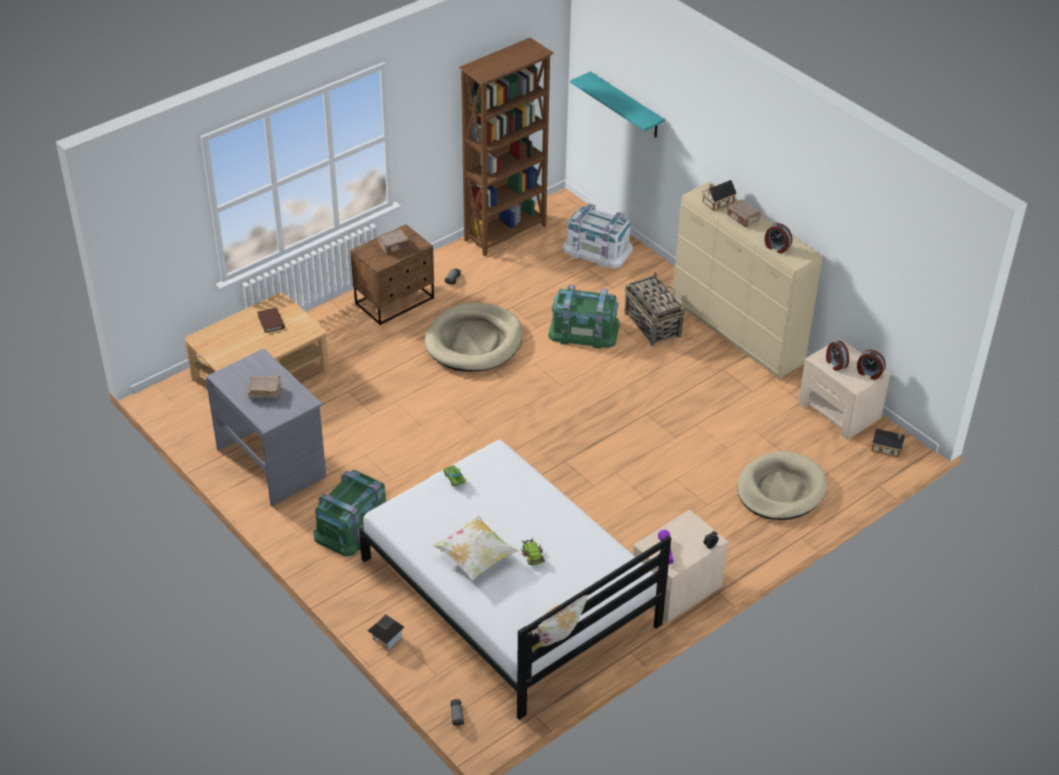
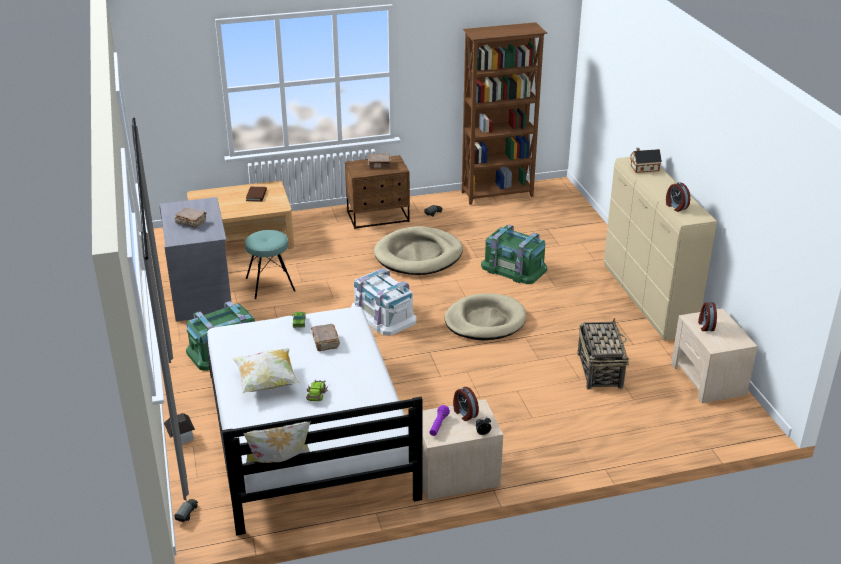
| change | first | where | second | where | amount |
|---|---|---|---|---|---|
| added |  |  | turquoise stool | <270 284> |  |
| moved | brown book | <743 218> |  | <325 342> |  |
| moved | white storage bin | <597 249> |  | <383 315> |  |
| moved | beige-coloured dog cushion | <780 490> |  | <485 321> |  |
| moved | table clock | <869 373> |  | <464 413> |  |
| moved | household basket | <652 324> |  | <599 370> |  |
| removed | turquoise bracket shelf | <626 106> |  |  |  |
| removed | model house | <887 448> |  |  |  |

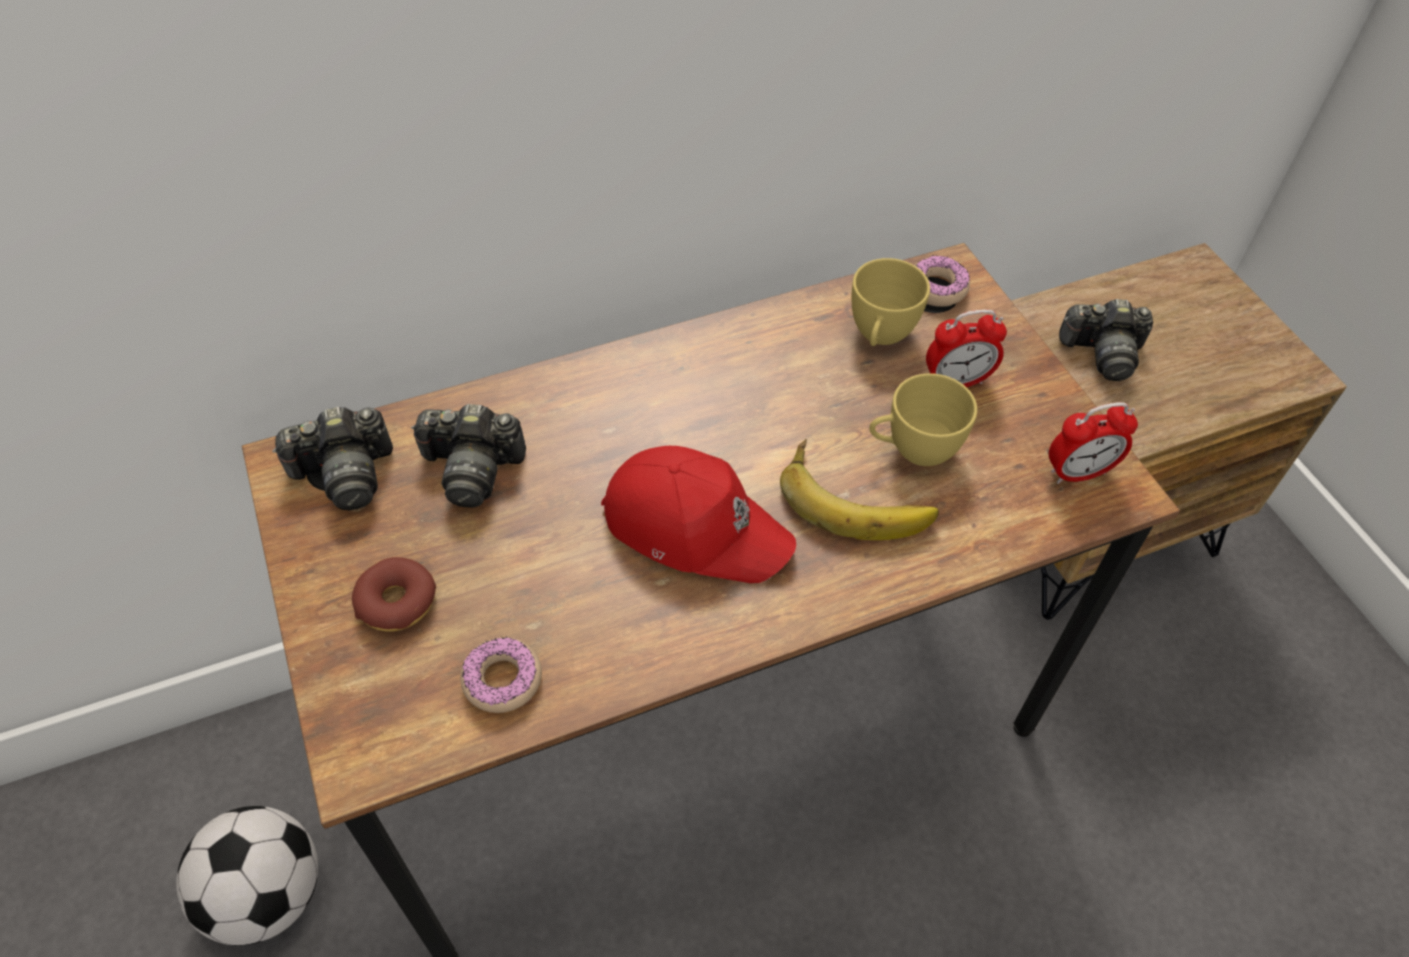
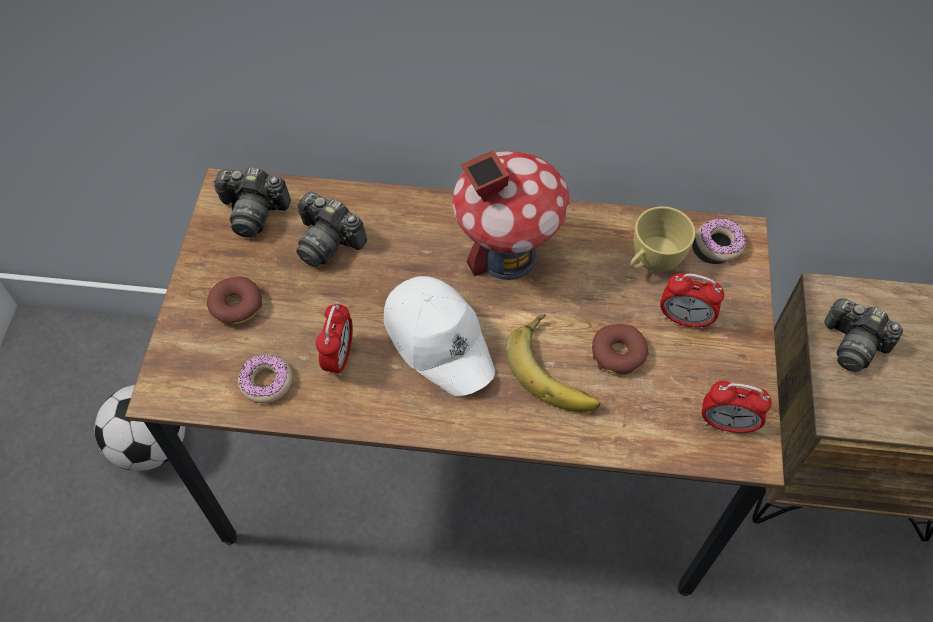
| change | first | where | second | where | amount |
|---|---|---|---|---|---|
| added |  |  | table clock | <339 357> |  |
| recoloured | red baseball cap | <695 525> | white baseball cap | <439 339> |  |
| added |  |  | model house | <506 255> |  |
| replaced | yellow-coloured drinking cup | <913 449> | donut | <618 354> |  |

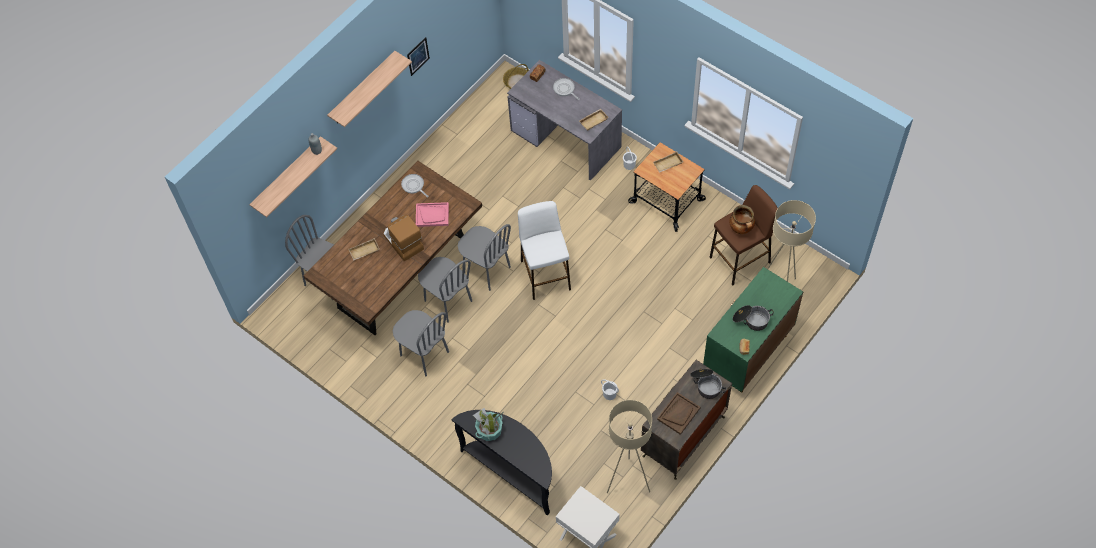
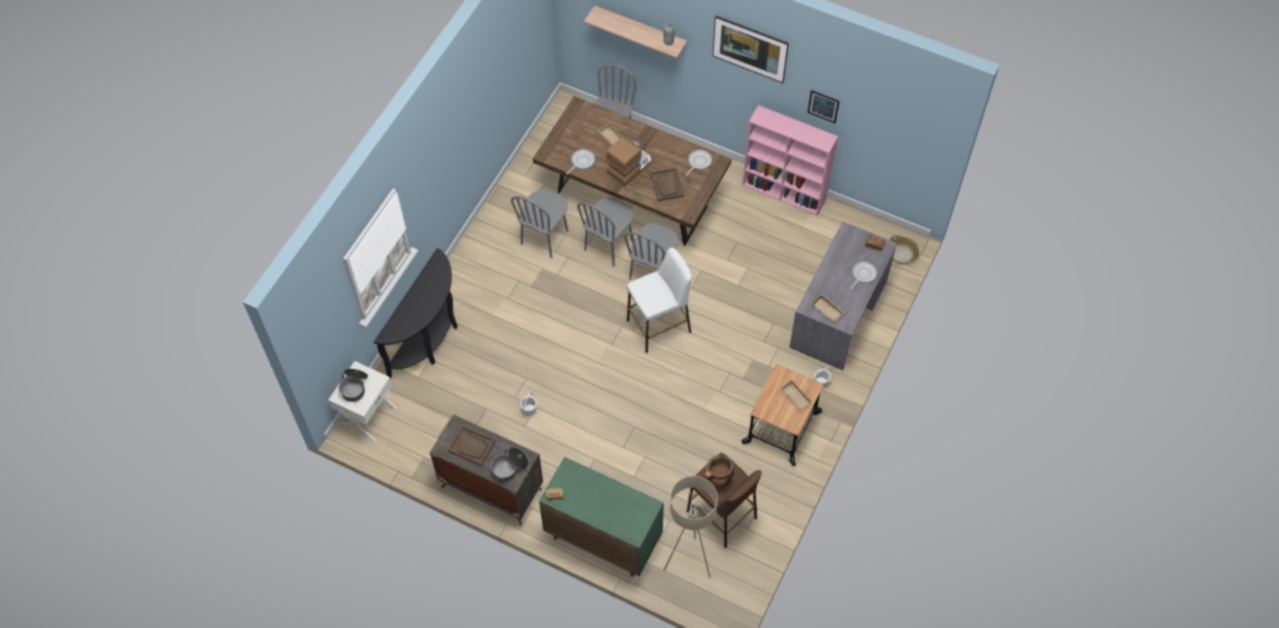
| change | first | where | second | where | amount |
|---|---|---|---|---|---|
| moved | stockpot | <751 320> |  | <355 387> |  |
| added |  |  | frying pan | <581 161> |  |
| recoloured | pink-coloured tray | <432 215> | brown tray | <667 185> |  |
| replaced | bracket shelf | <363 89> | picture | <749 58> |  |
| added |  |  | pink-coloured bookshelf | <785 192> |  |
| removed | potted plant | <489 430> |  |  |  |
| removed | beige-coloured standing lamp | <627 481> |  |  |  |

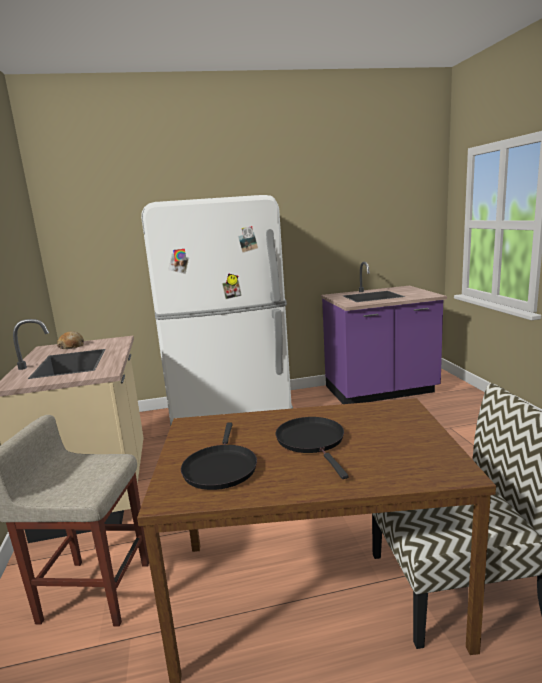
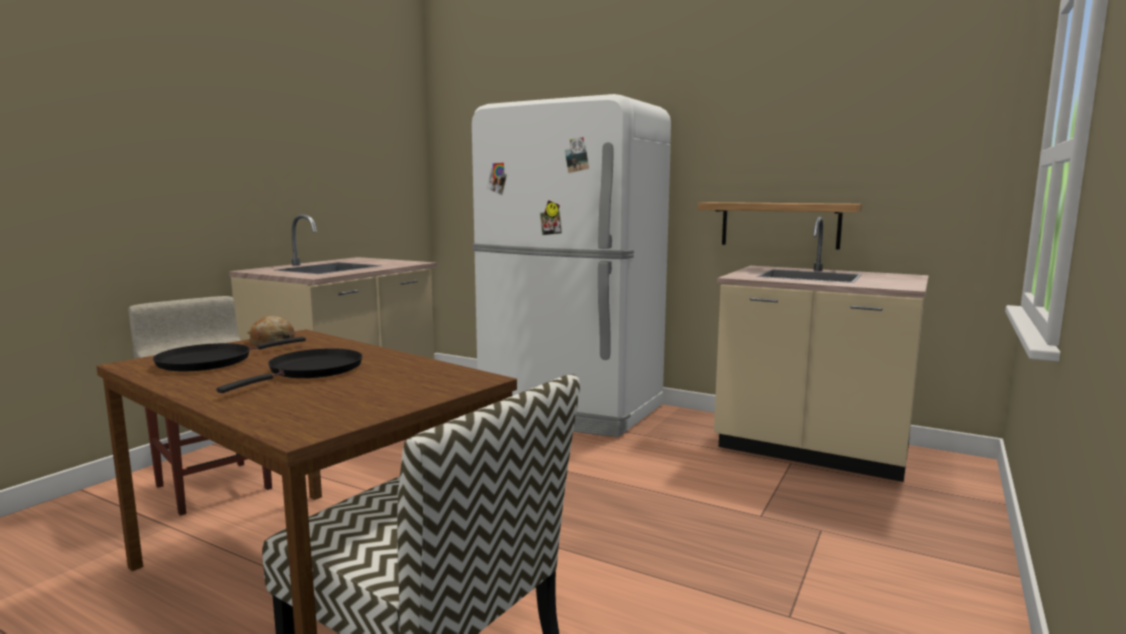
| change | first | where | second | where | amount |
|---|---|---|---|---|---|
| moved | bakery bread | <71 346> |  | <271 341> |  |
| added |  |  | bracket shelf | <780 225> |  |
| recoloured | purple-coloured kitchen counter | <381 391> | beige-coloured kitchen counter | <811 450> |  |

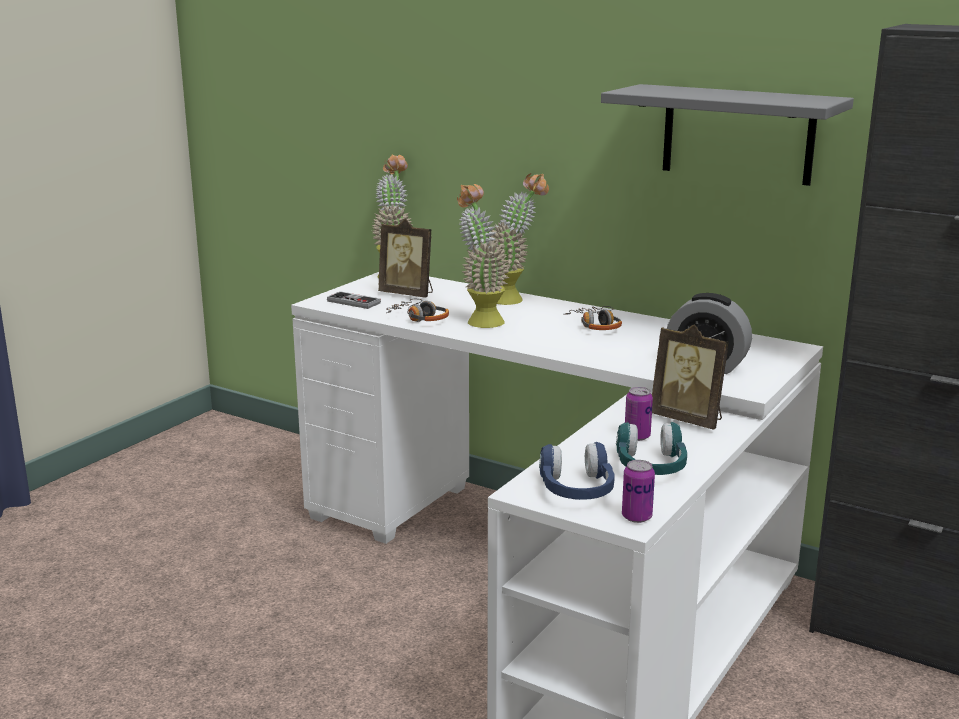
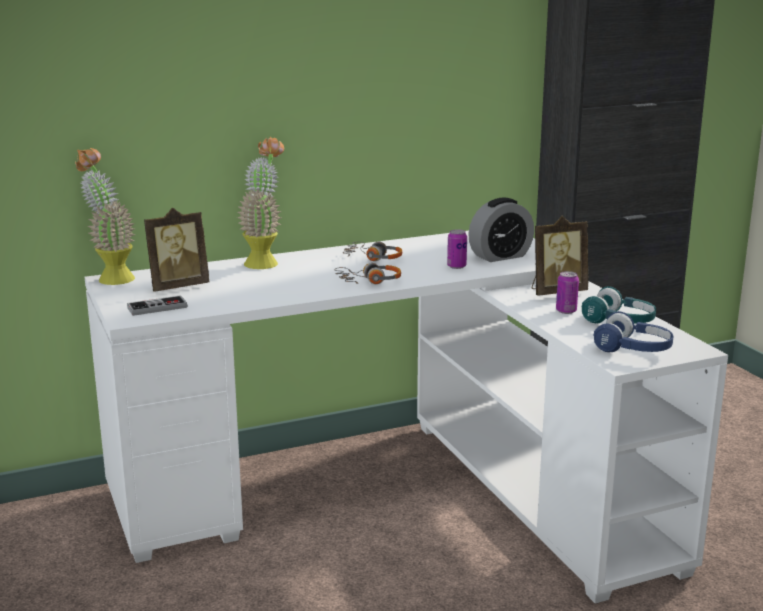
| change | first | where | second | where | amount |
|---|---|---|---|---|---|
| moved | headphones | <419 318> |  | <369 281> |  |
| moved | can | <636 517> |  | <456 266> |  |
| removed | potted plant | <480 320> |  |  |  |
| removed | grey bracket shelf | <737 134> |  |  |  |

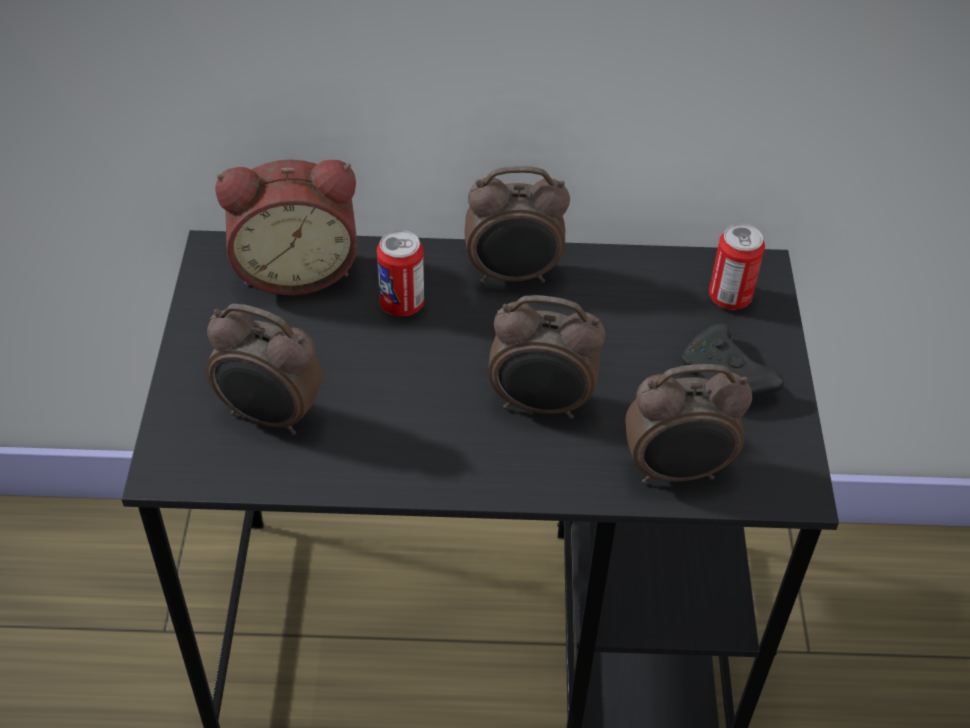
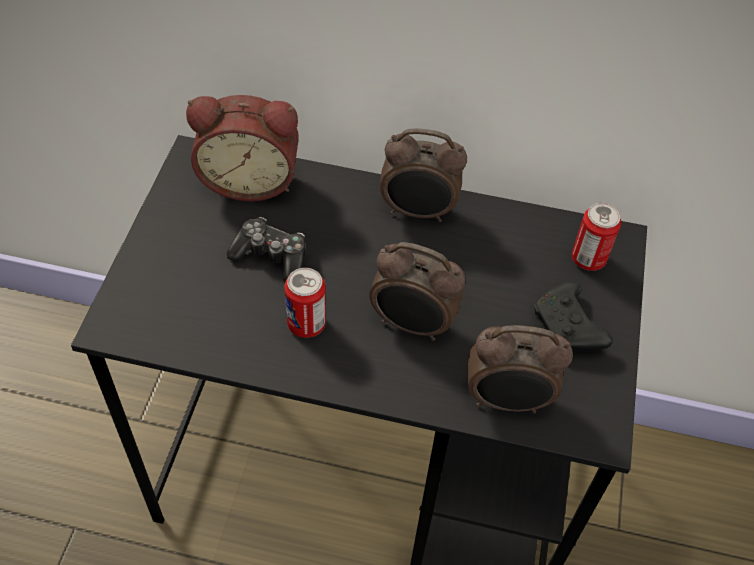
| change | first | where | second | where | amount |
|---|---|---|---|---|---|
| added |  |  | game controller | <271 257> |  |
| moved | can | <401 304> |  | <306 324> |  |
| removed | table clock | <270 416> |  |  |  |

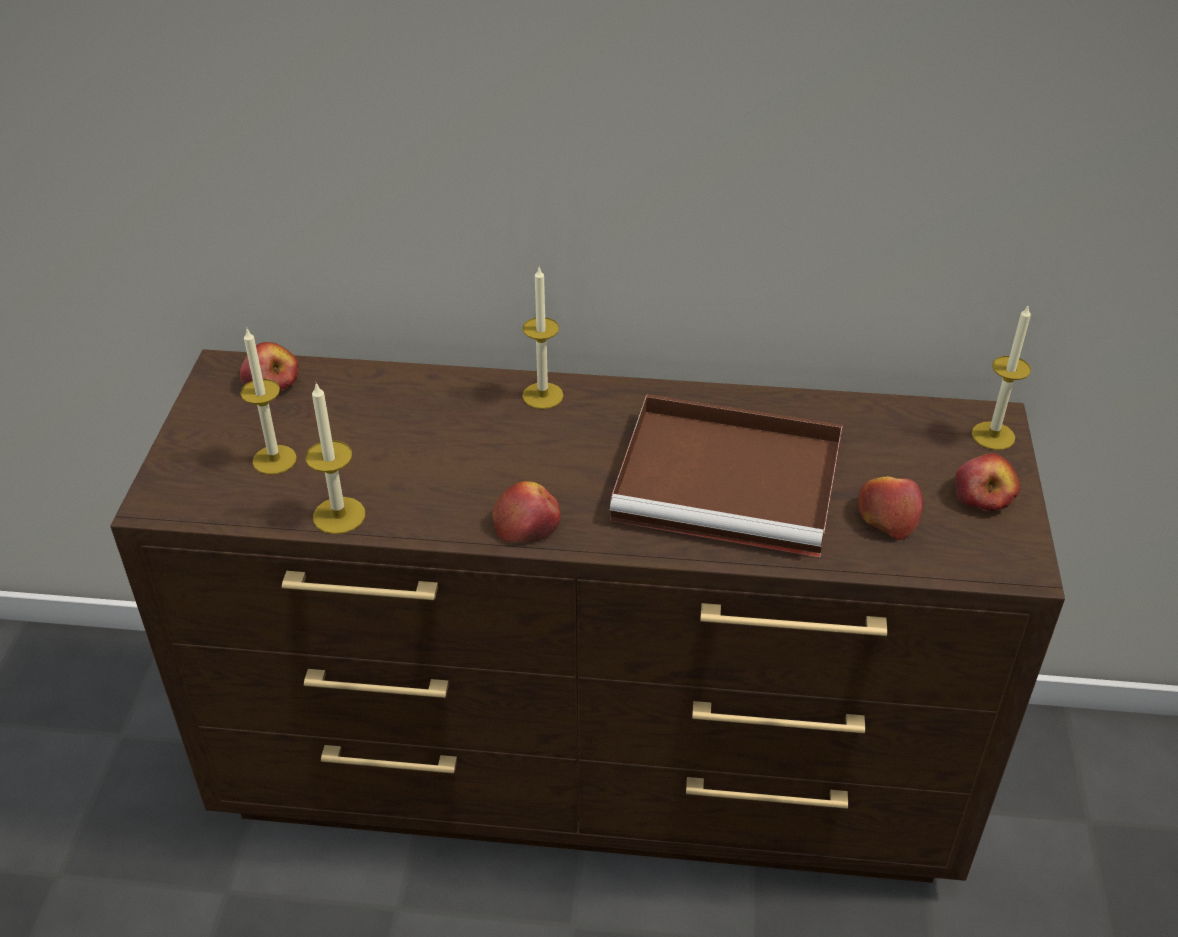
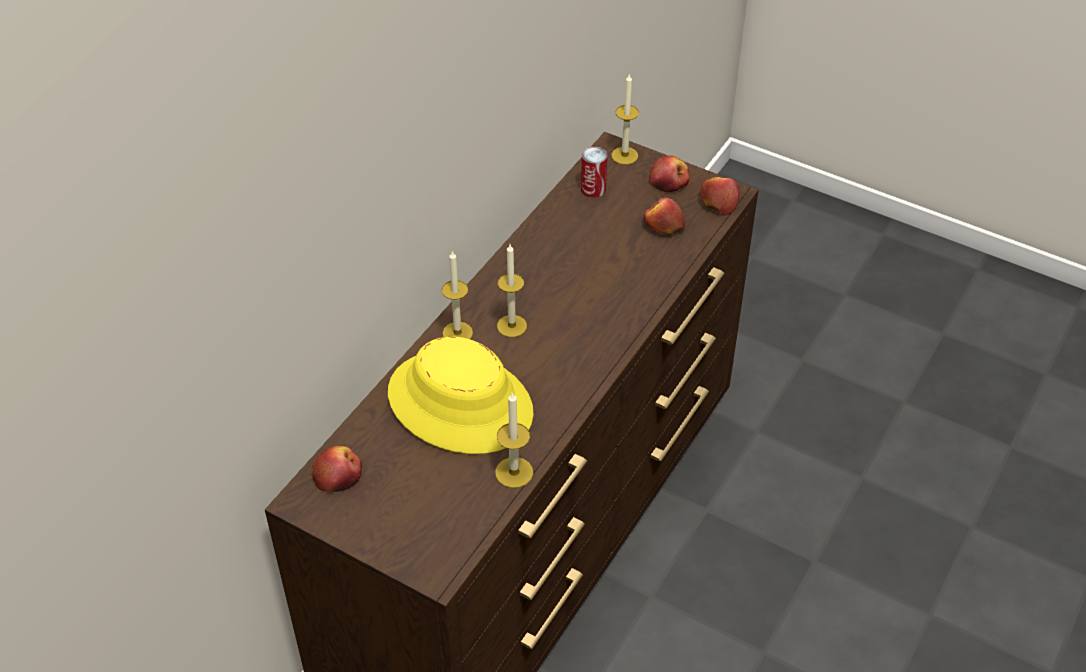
| change | first | where | second | where | amount |
|---|---|---|---|---|---|
| added |  |  | yellow-coloured wearable hat | <460 403> |  |
| moved | wax candle | <274 460> |  | <511 326> |  |
| added |  |  | can | <593 189> |  |
| moved | apple fruit | <527 523> |  | <718 202> |  |
| removed | brown tray | <733 482> |  |  |  |

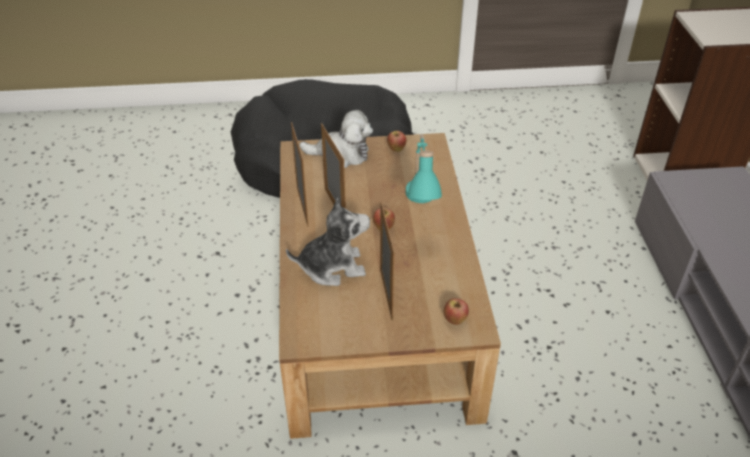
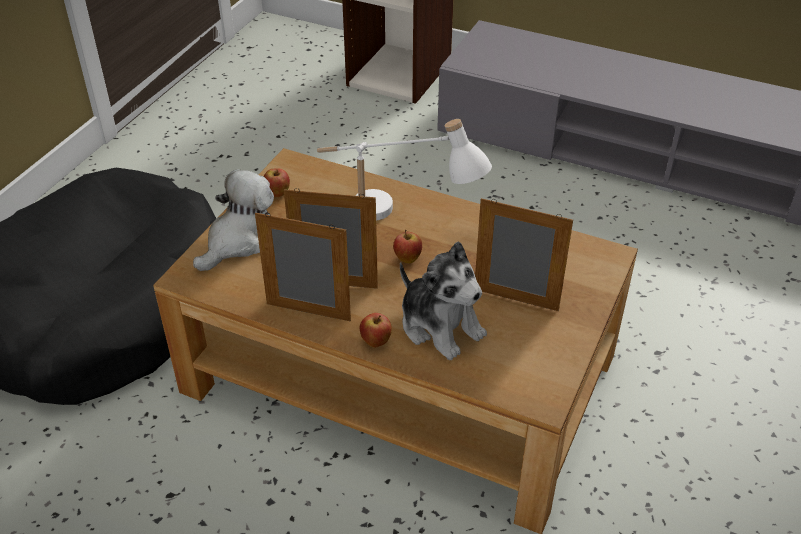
| change | first | where | second | where | amount |
|---|---|---|---|---|---|
| recoloured | turquoise table lamp | <420 208> | white table lamp | <398 218> |  |
| moved | apple fruit | <455 320> |  | <376 342> |  |
| turned | cuddly toy | <332 267> |  | <440 326> | 120 degrees clockwise |

